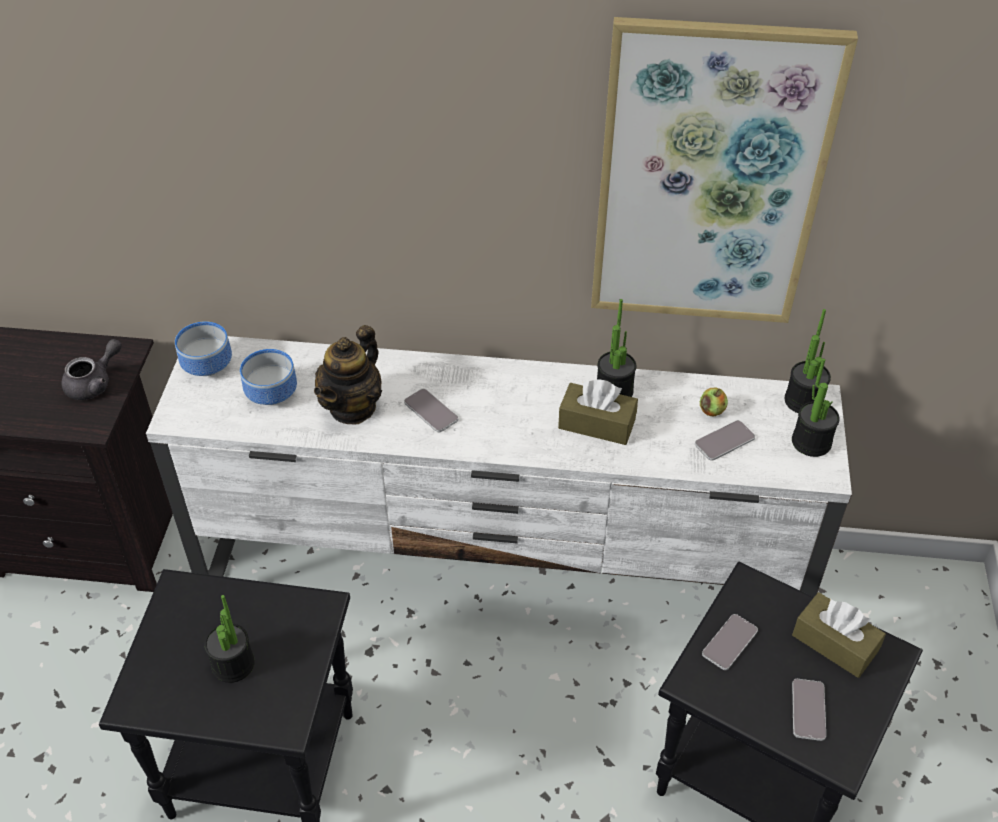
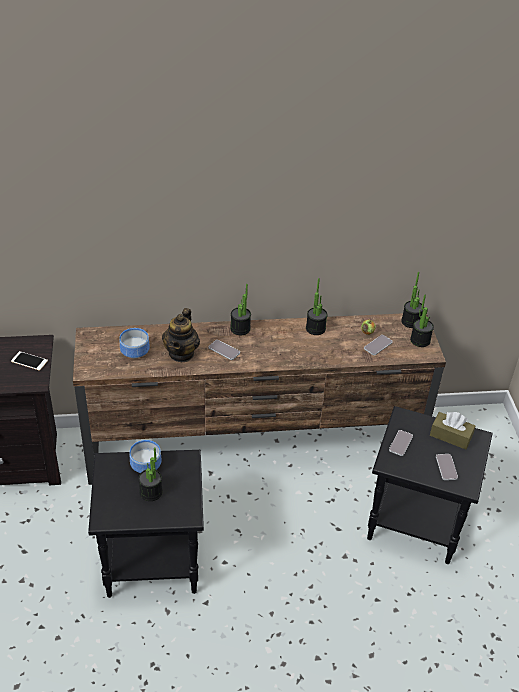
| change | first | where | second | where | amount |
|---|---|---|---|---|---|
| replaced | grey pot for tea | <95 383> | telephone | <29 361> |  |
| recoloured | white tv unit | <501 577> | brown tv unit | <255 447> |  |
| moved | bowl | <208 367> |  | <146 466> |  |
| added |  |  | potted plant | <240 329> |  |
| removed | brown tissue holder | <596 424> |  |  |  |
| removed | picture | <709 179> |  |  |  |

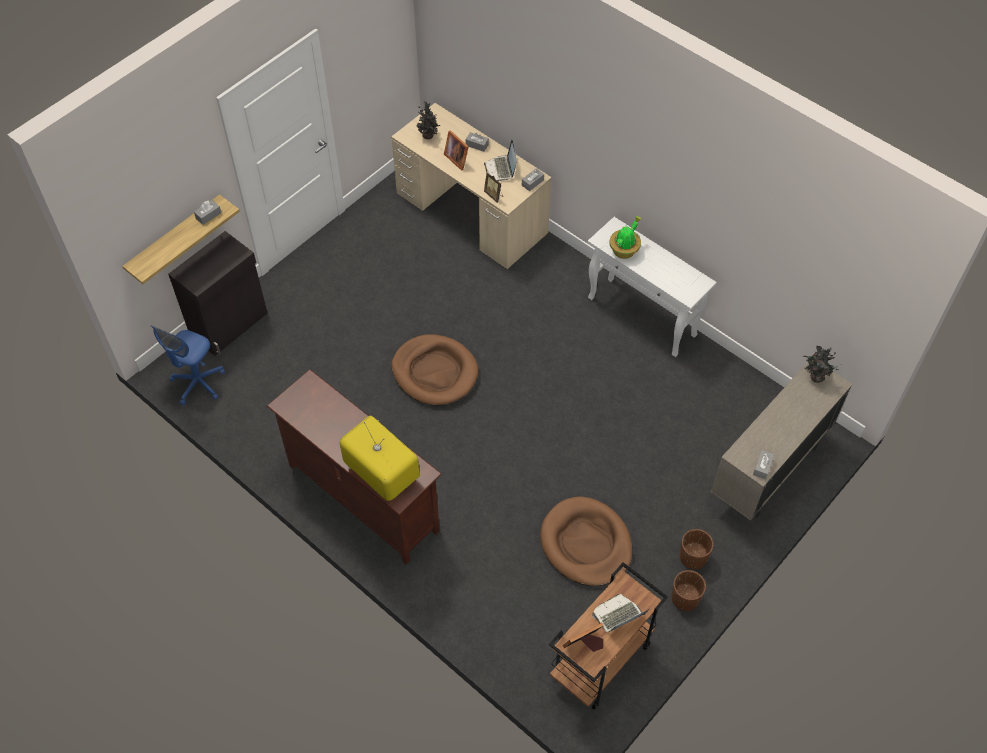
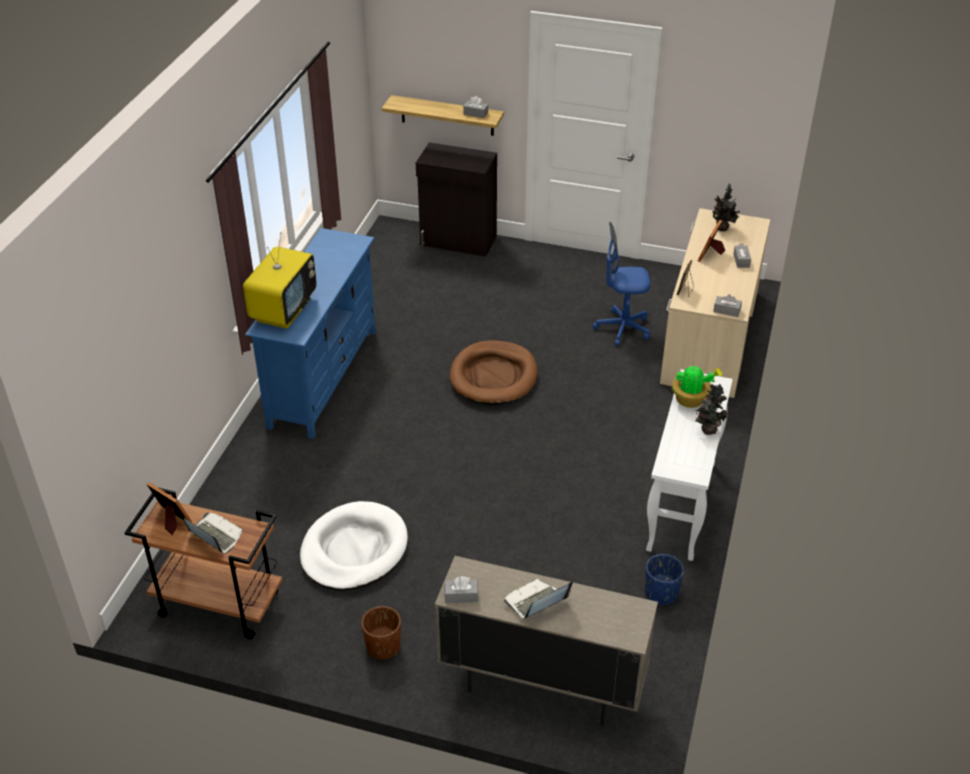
| change | first | where | second | where | amount |
|---|---|---|---|---|---|
| recoloured | brown tv unit | <362 498> | bluish tv unit | <323 378> |  |
| recoloured | brown dog cushion | <586 544> | white dog cushion | <354 550> |  |
| moved | laptop | <501 169> |  | <535 602> |  |
| moved | bluish desk chair | <198 383> |  | <622 328> |  |
| added |  |  | bluish plant pot | <661 593> |  |
| moved | potted plant | <815 378> |  | <707 429> |  |
| removed | brown plant pot | <685 598> |  |  |  |

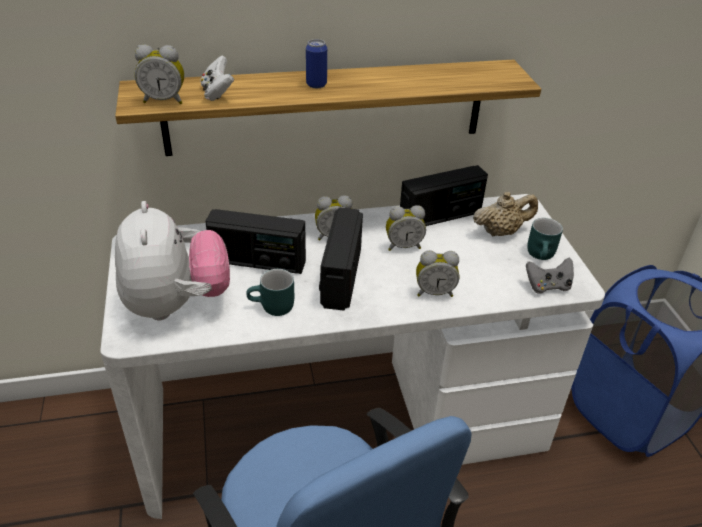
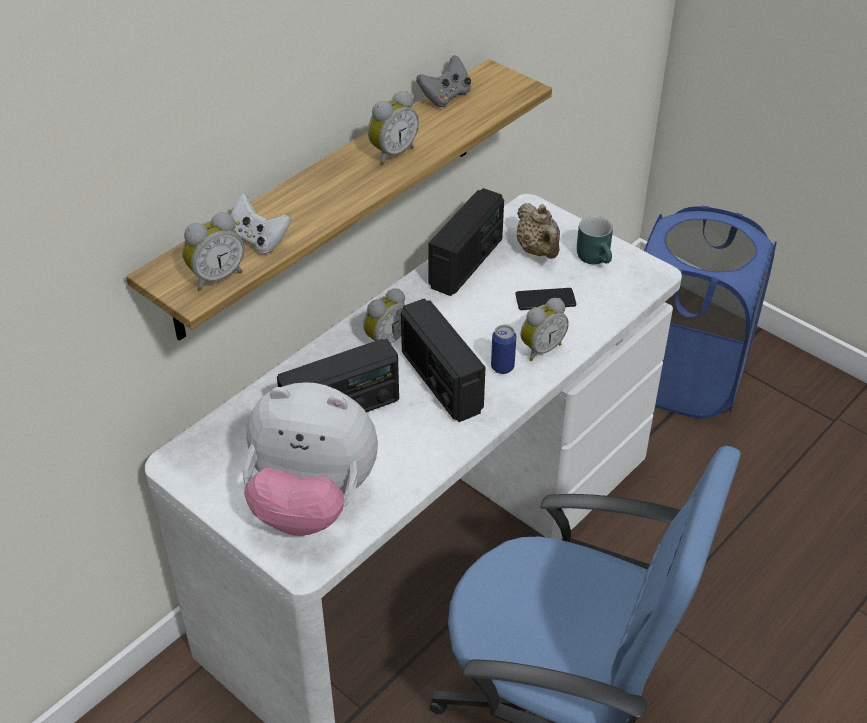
| change | first | where | second | where | amount |
|---|---|---|---|---|---|
| turned | cuddly toy | <176 304> |  | <311 501> | 150 degrees clockwise |
| moved | table clock | <403 246> |  | <391 153> |  |
| moved | grey game controller | <547 286> |  | <445 97> |  |
| moved | can | <316 84> |  | <502 367> |  |
| added |  |  | telephone | <545 300> |  |
| turned | beige-coloured pot for tea | <501 232> |  | <538 251> | 120 degrees clockwise |
| removed | turquoise mug | <272 308> |  |  |  |

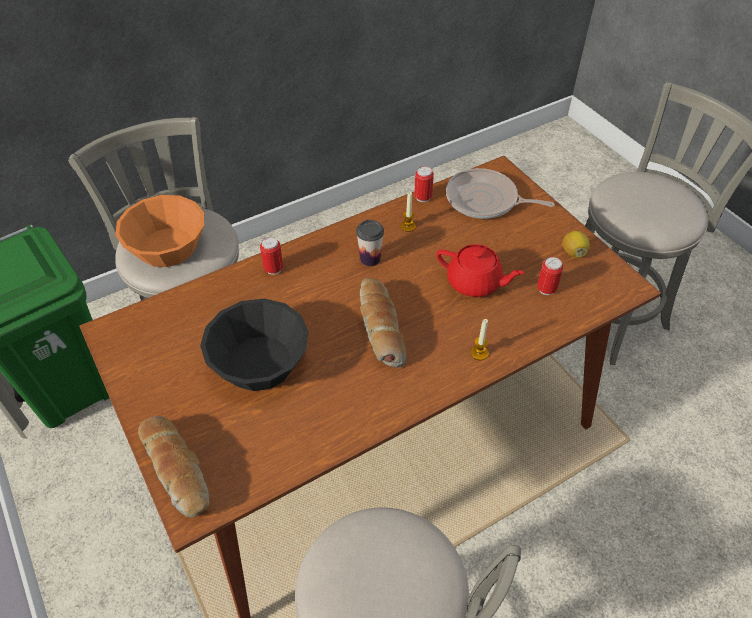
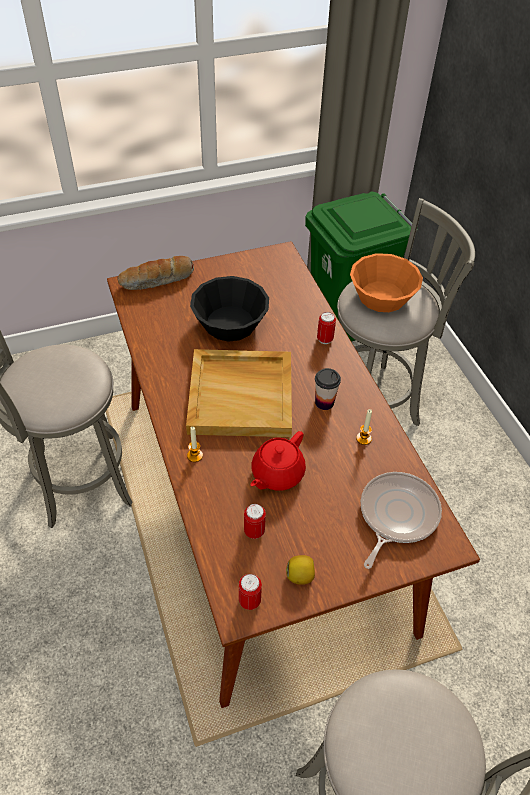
| change | first | where | second | where | amount |
|---|---|---|---|---|---|
| replaced | bakery bread | <380 328> | beige-coloured tray | <241 395> |  |
| moved | can | <423 197> |  | <249 601> |  |

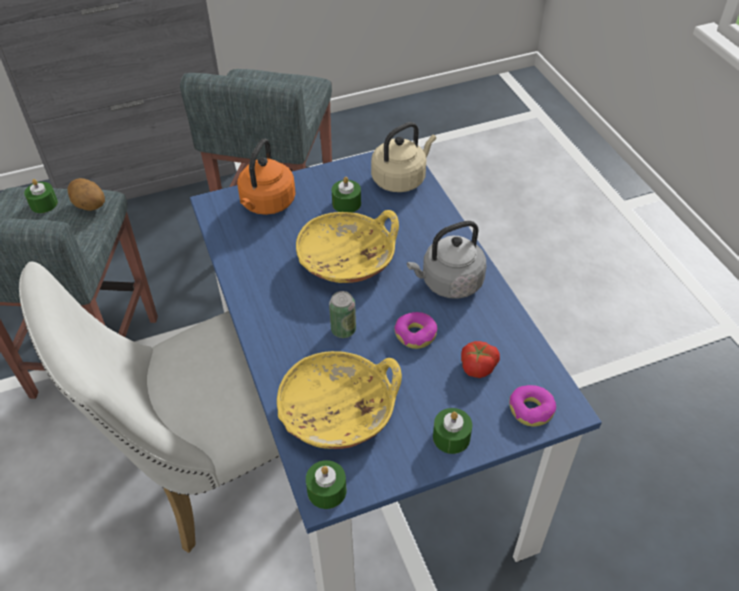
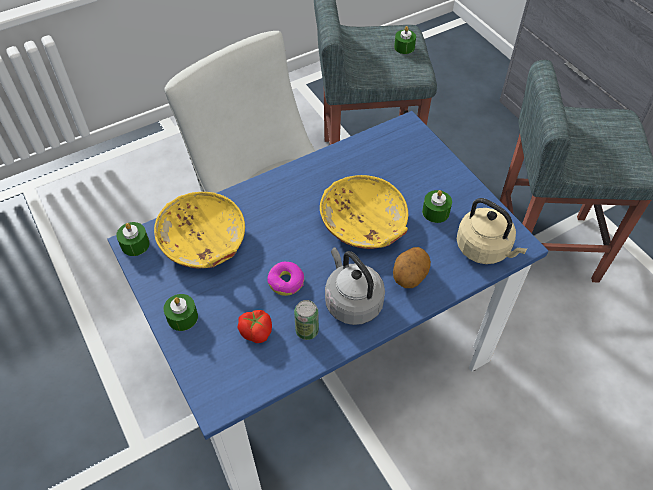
| change | first | where | second | where | amount |
|---|---|---|---|---|---|
| moved | can | <343 330> |  | <307 331> |  |
| moved | whole potato | <89 206> |  | <409 276> |  |
| removed | orange tea kettle | <267 204> |  |  |  |
| removed | donut | <531 409> |  |  |  |

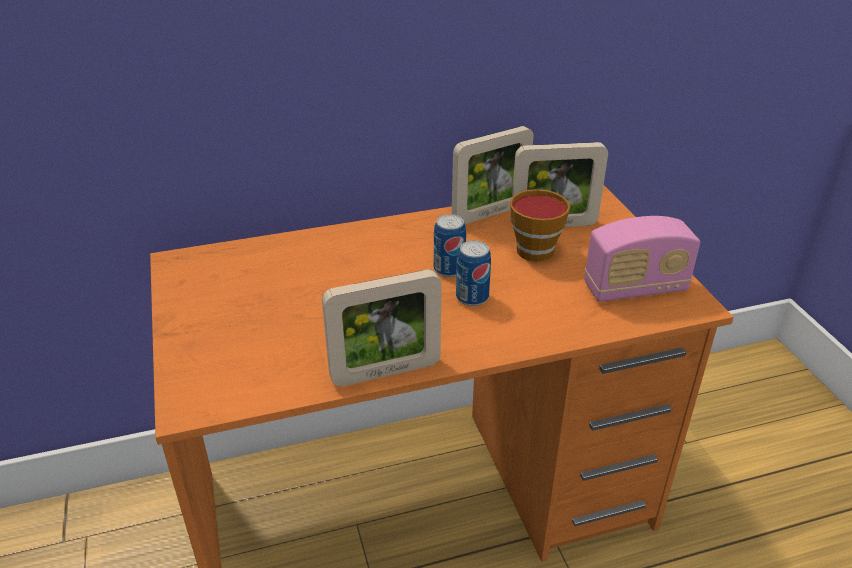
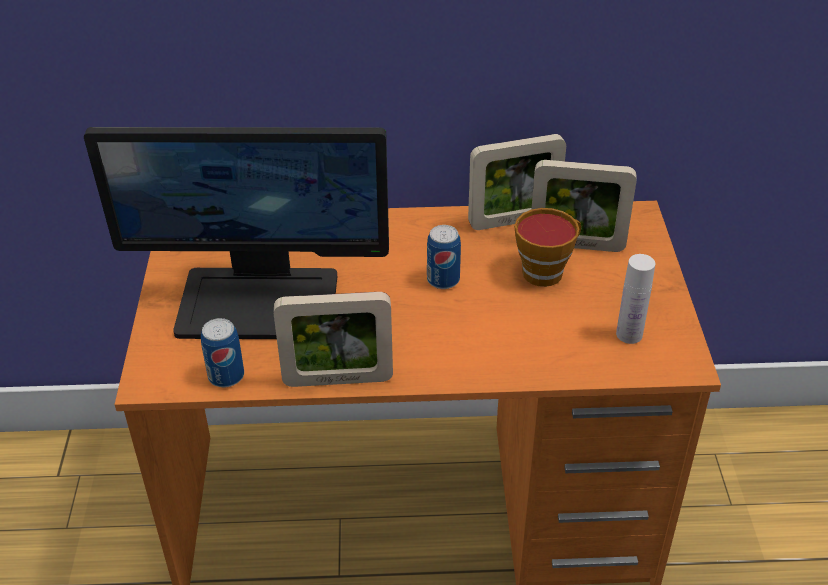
| change | first | where | second | where | amount |
|---|---|---|---|---|---|
| added |  |  | computer display | <260 301> |  |
| moved | can | <472 297> |  | <226 376> |  |
| replaced | radio set | <635 288> | white drink bottle | <629 334> |  |

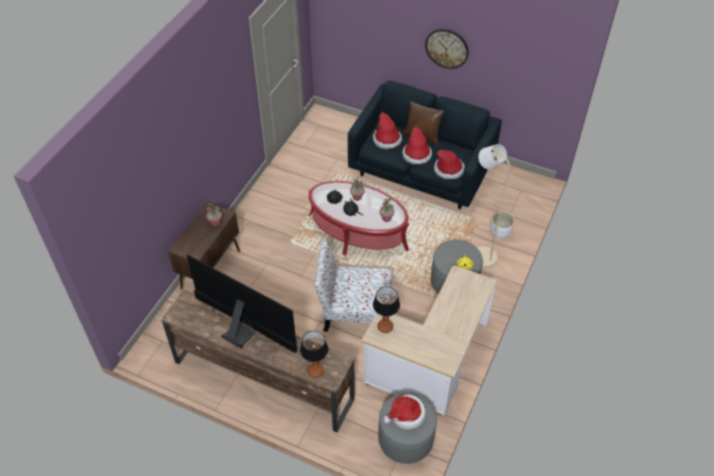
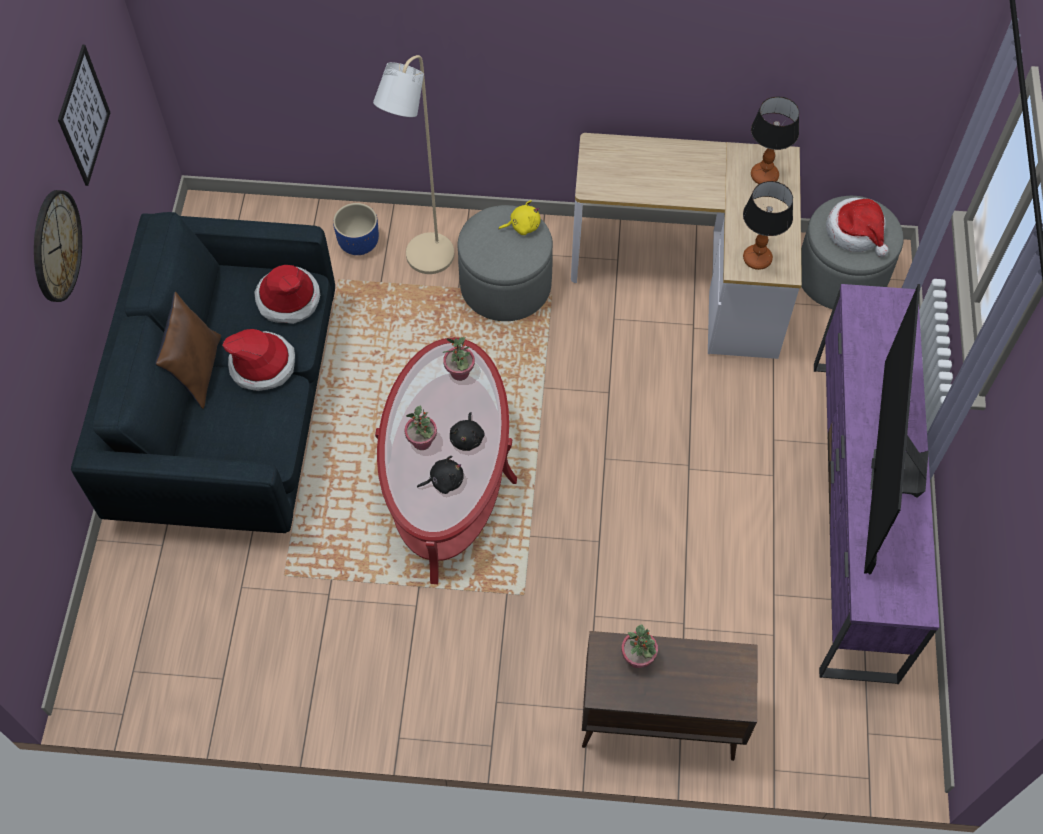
| change | first | where | second | where | amount |
|---|---|---|---|---|---|
| added |  |  | picture | <84 116> |  |
| recoloured | white plant pot | <500 232> | bluish plant pot | <359 243> |  |
| moved | table lamp | <315 370> |  | <763 176> |  |
| recoloured | brown tv unit | <262 380> | purple-coloured tv unit | <852 515> |  |
| removed | chair | <354 311> |  |  |  |
| removed | wearable hat | <387 140> |  |  |  |

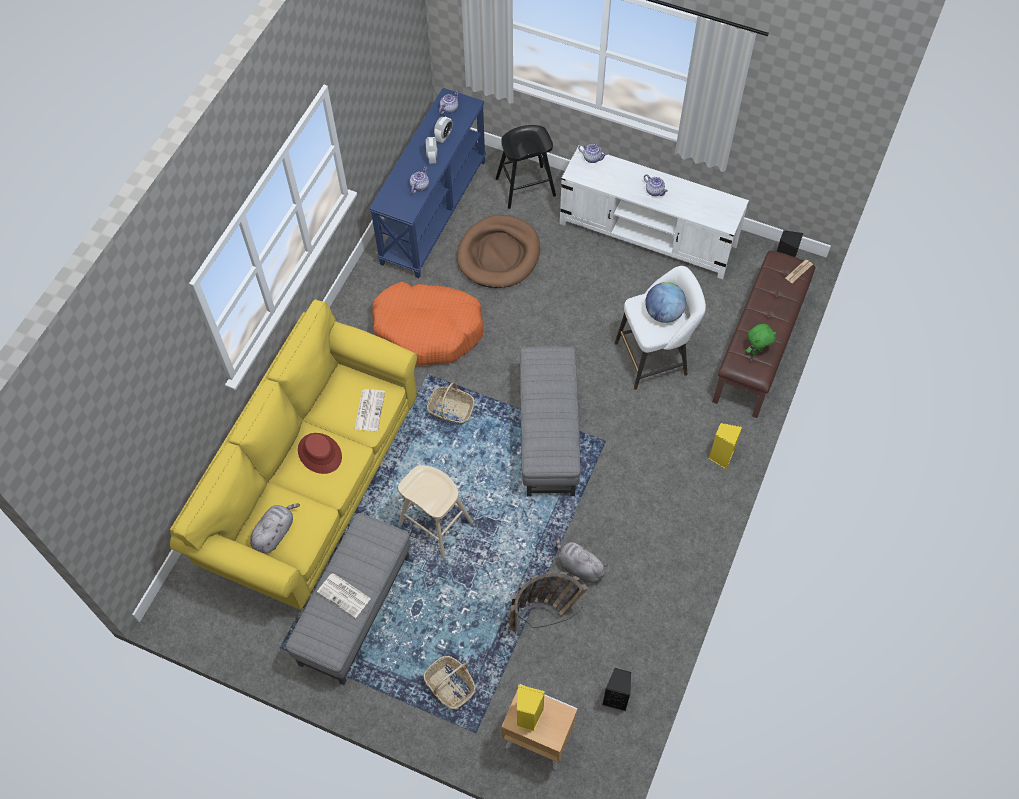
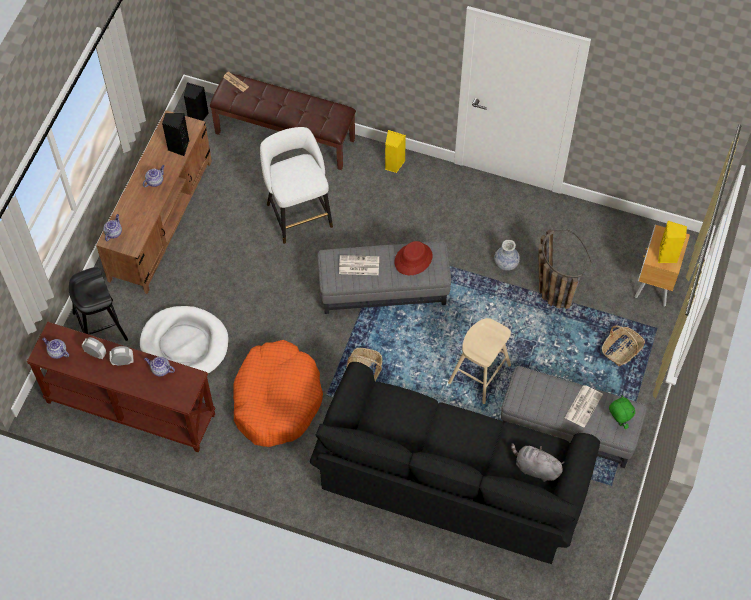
| change | first | where | second | where | amount |
|---|---|---|---|---|---|
| recoloured | bluish console table | <433 211> | brown console table | <130 409> |  |
| recoloured | white tv unit | <648 235> | brown tv unit | <161 219> |  |
| recoloured | brown dog cushion | <499 254> | white dog cushion | <185 344> |  |
| moved | black-coloured audio speaker | <616 698> |  | <178 147> |  |
| recoloured | yellow-coloured settee | <312 484> | black-coloured settee | <451 481> |  |
| moved | daily paper | <369 410> |  | <358 266> |  |
| moved | red wearable hat | <320 453> |  | <413 259> |  |
| replaced | grey cuddly toy | <579 567> | decorative vase | <506 263> |  |
| moved | green-coloured cuddly toy | <757 351> |  | <617 421> |  |
| removed | desk globe | <663 313> |  |  |  |

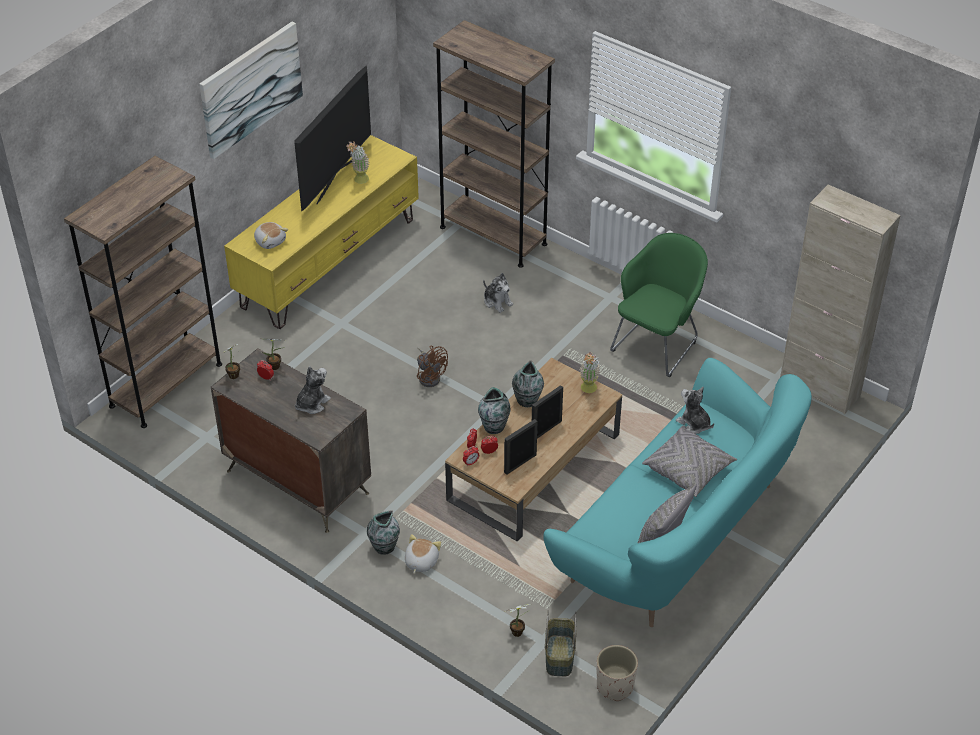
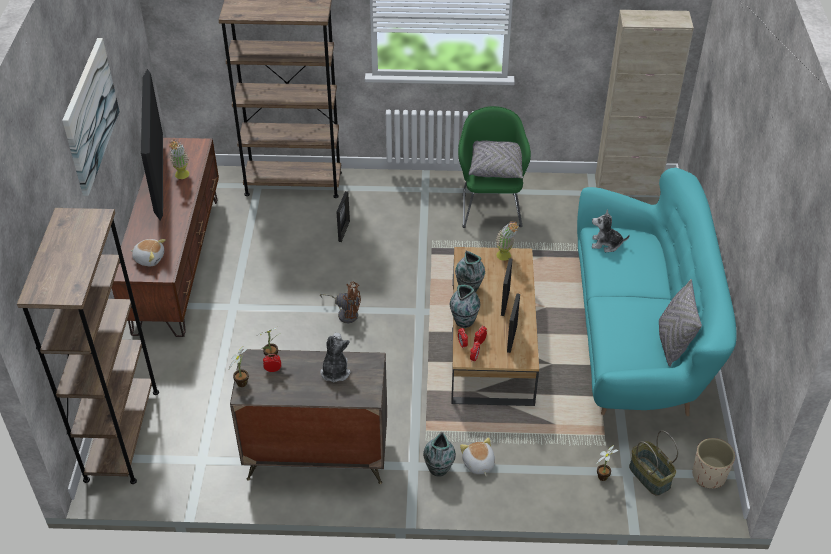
| change | first | where | second | where | amount |
|---|---|---|---|---|---|
| recoloured | yellow-coloured tv unit | <329 262> | brown tv unit | <177 262> |  |
| replaced | cuddly toy | <497 302> | standing frame | <344 231> |  |
| moved | grey cushion | <688 469> |  | <497 167> |  |

